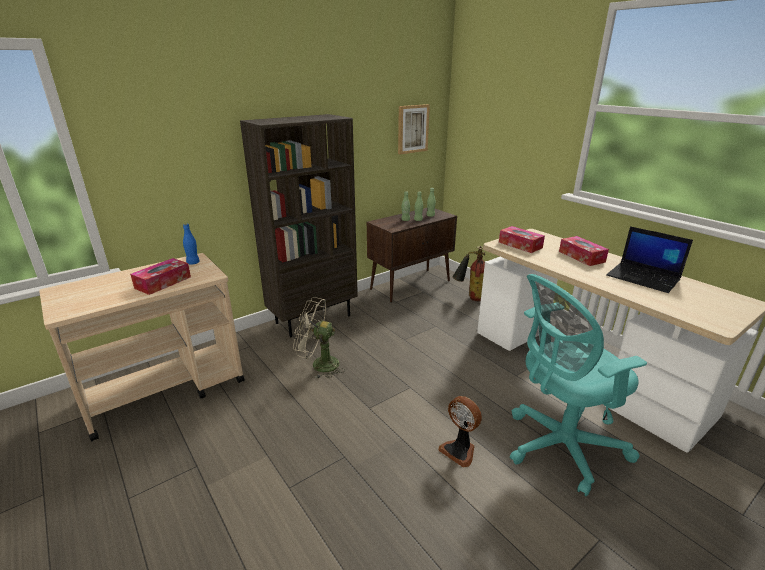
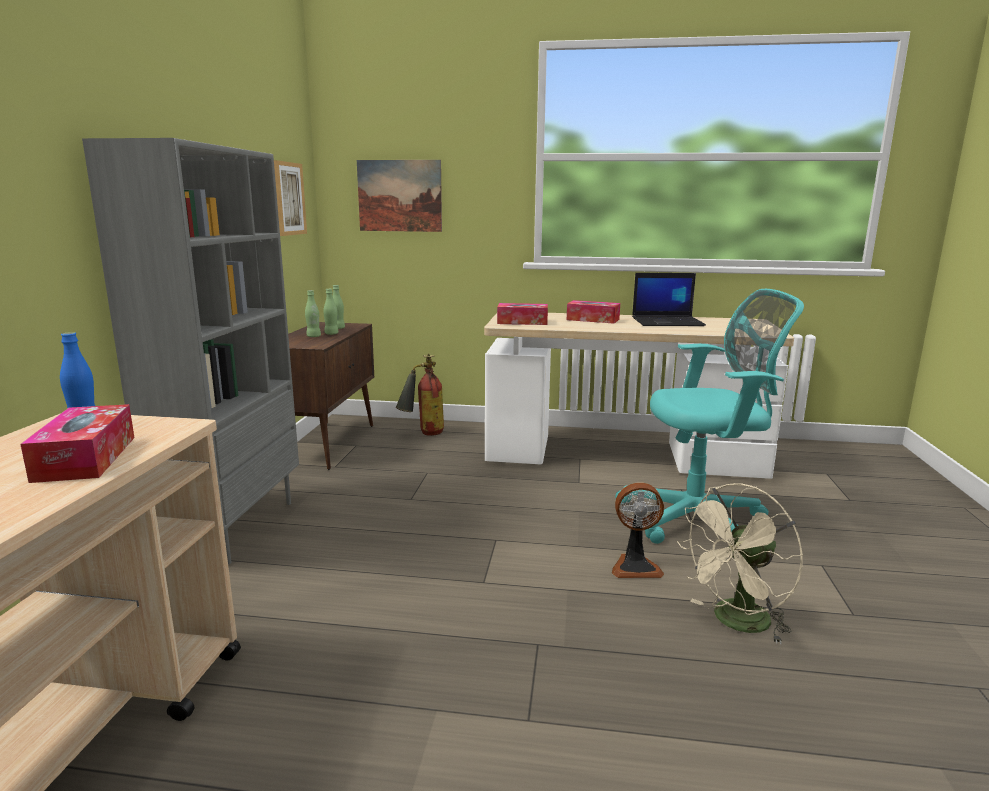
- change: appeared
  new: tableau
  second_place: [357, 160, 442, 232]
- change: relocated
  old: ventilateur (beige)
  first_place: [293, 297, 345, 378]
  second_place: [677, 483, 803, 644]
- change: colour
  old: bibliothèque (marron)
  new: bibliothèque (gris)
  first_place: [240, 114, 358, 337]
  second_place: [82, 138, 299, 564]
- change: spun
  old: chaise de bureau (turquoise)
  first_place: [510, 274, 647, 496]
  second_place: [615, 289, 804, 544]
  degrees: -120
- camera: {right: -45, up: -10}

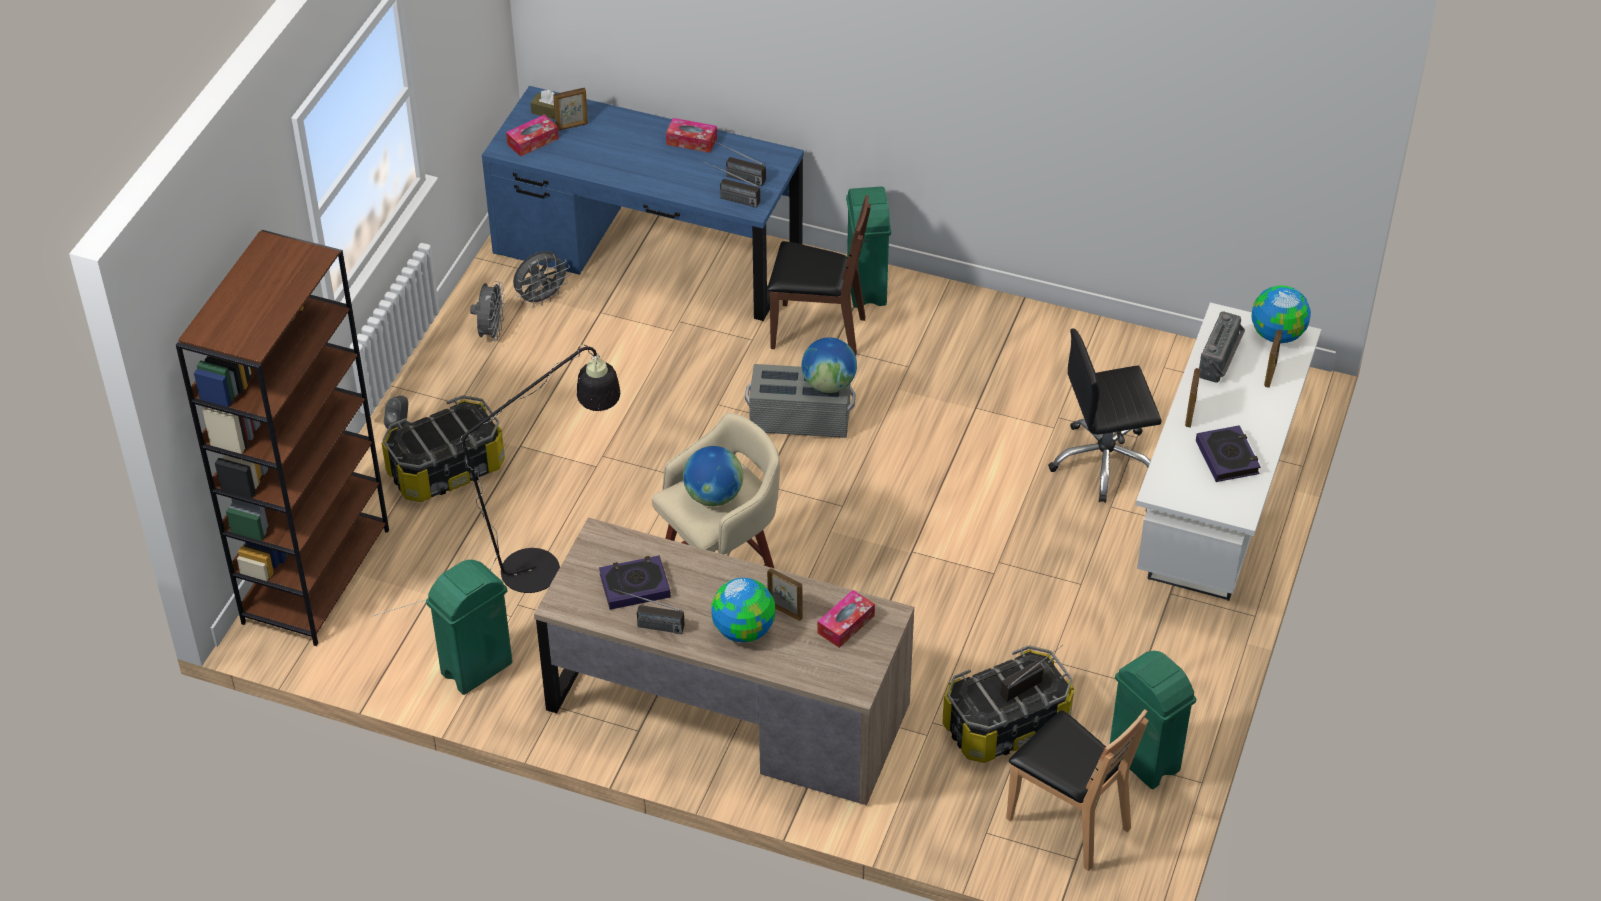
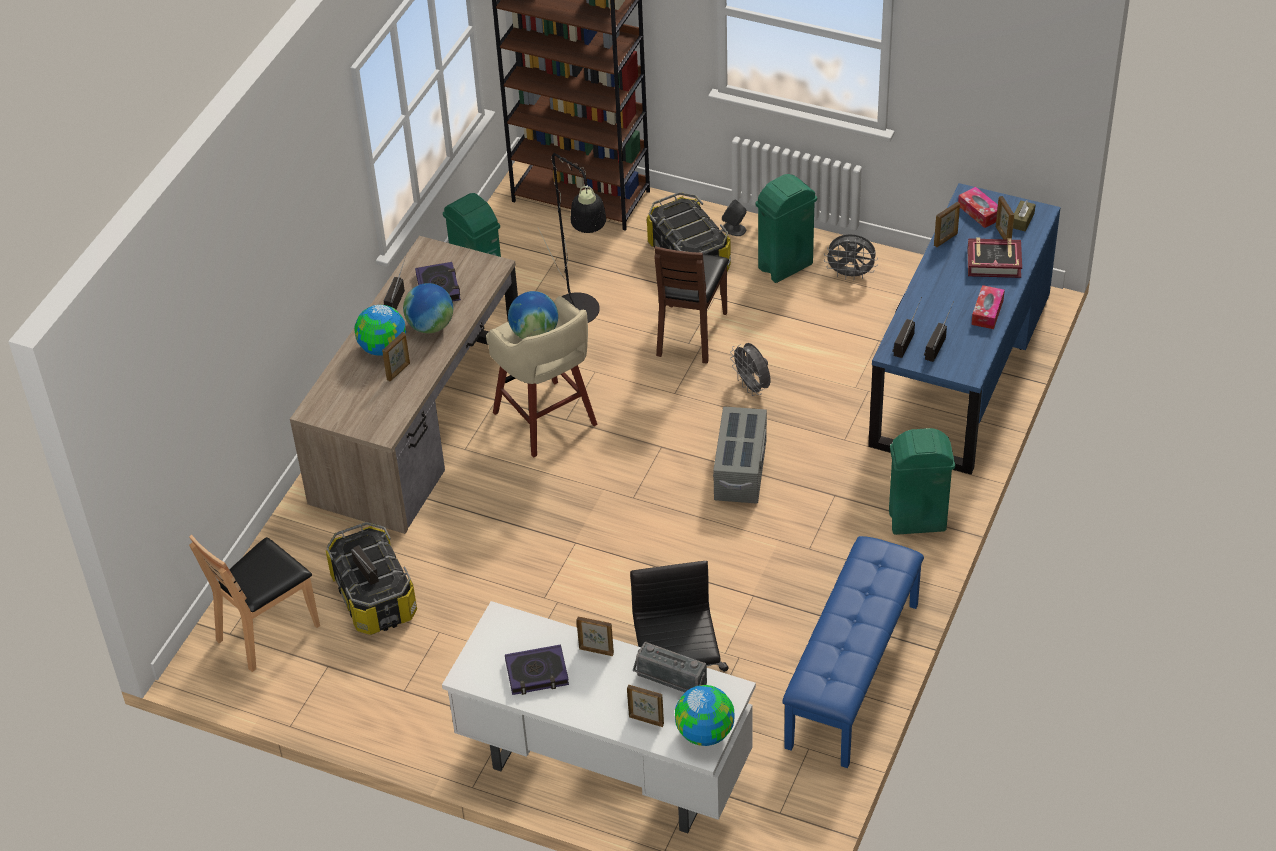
- change: missing
  old: boîte à mouchoirs
  first_place: [818, 590, 875, 648]
- change: appeared
  new: banc (bleu)
  second_place: [783, 536, 924, 768]
- change: appeared
  new: cadre photo
  second_place: [934, 202, 960, 247]
- change: appeared
  new: livre
  second_place: [968, 237, 1022, 278]
- change: relocated
  old: ventilateur (gris)
  first_place: [513, 251, 571, 307]
  second_place: [730, 343, 770, 396]
- change: relocated
  old: chaise (marron)
  first_place: [767, 195, 871, 356]
  second_place: [654, 246, 729, 363]
- change: relocated
  old: globe
  first_place: [802, 337, 857, 393]
  second_place: [403, 283, 453, 333]
- change: relocated
  old: poubelle (vert)
  first_place: [1110, 651, 1196, 789]
  second_place: [756, 174, 817, 283]
- camera: {right: 95, up: 0}

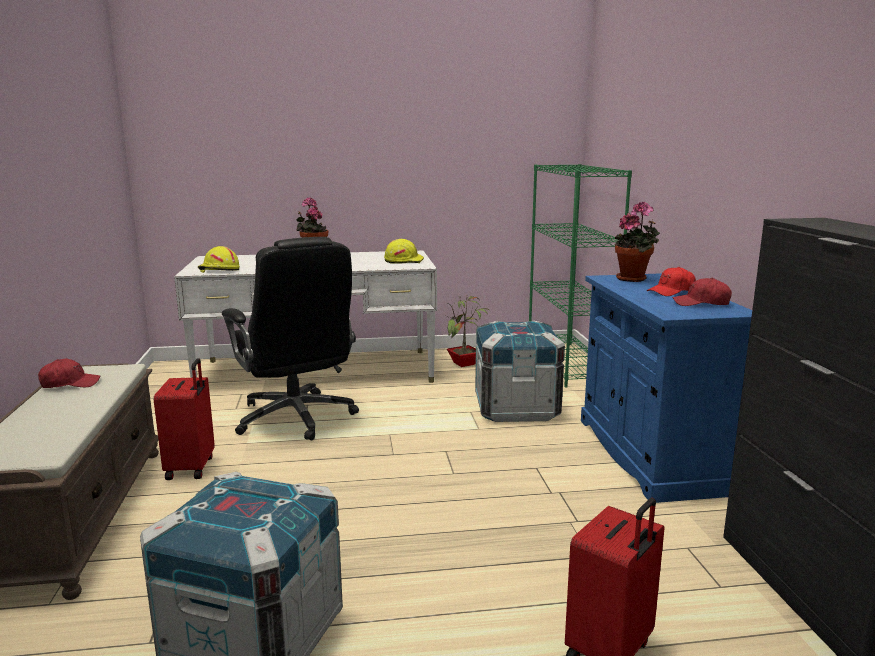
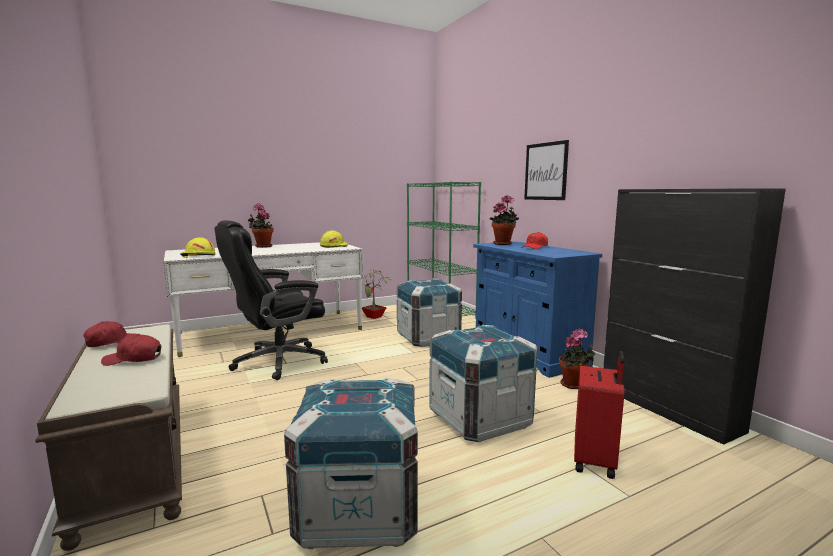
- change: missing
  old: valise (rouge)
  first_place: [154, 358, 215, 480]
- change: appeared
  new: caisse
  second_place: [429, 325, 537, 442]
- change: appeared
  new: tableau
  second_place: [524, 140, 569, 200]
- change: appeared
  new: plante en pot
  second_place: [559, 328, 595, 389]
- change: relocated
  old: casquette (rouge)
  first_place: [673, 278, 732, 306]
  second_place: [101, 335, 161, 366]
- change: spun
  old: chaise de bureau (noir)
  first_place: [222, 237, 359, 440]
  second_place: [215, 220, 328, 380]
  degrees: 105
- camera: {right: -20, up: -5}

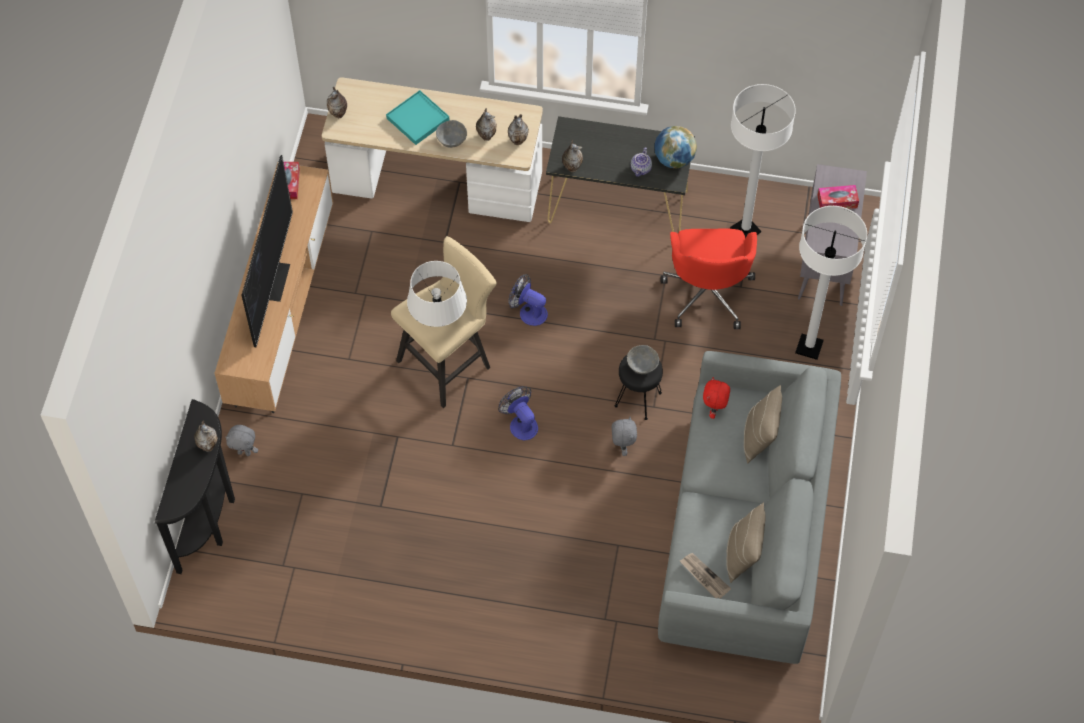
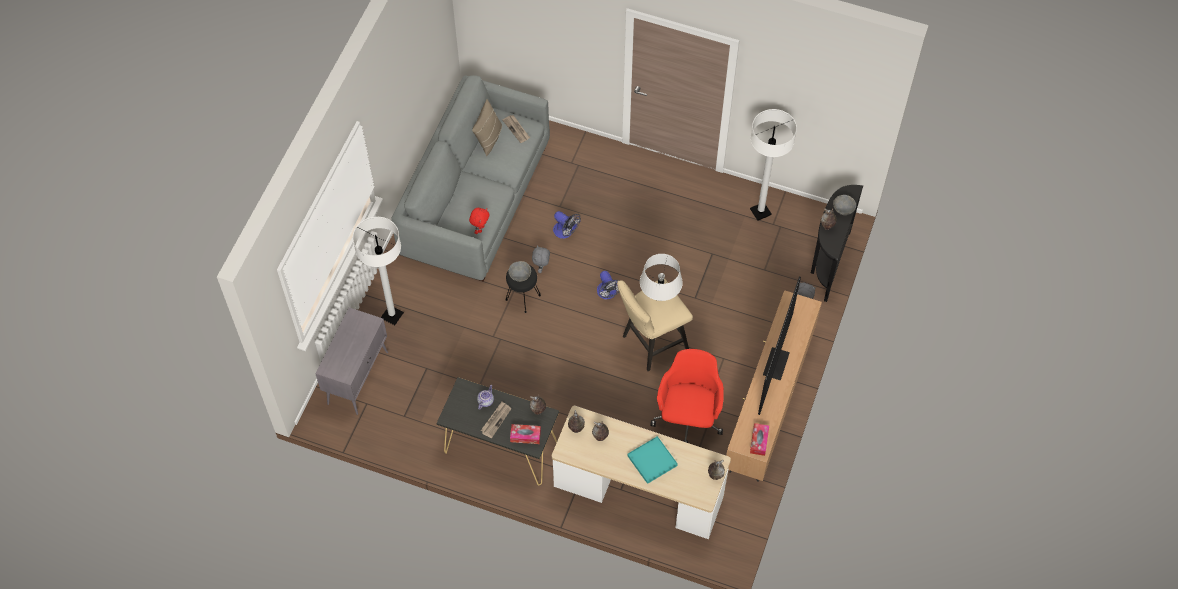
- change: missing
  old: globe
  first_place: [654, 126, 697, 168]
- change: missing
  old: coussin (beige)
  first_place: [744, 385, 782, 464]
- change: appeared
  new: journal
  second_place: [481, 402, 511, 439]
- change: relocated
  old: bol (gris)
  first_place: [436, 120, 467, 148]
  second_place: [833, 195, 856, 215]
- change: relocated
  old: ventilateur
  first_place: [508, 274, 548, 326]
  second_place: [553, 211, 581, 239]
- change: relocated
  old: chaise de bureau (rouge)
  first_place: [661, 229, 757, 329]
  second_place: [650, 349, 724, 443]
- change: relocated
  old: lampadaire (blanc)
  first_place: [730, 84, 796, 239]
  second_place: [750, 109, 797, 221]
- change: relocated
  old: boîte à mouchoirs
  first_place: [817, 185, 859, 209]
  second_place: [510, 424, 541, 444]
- camera: {right: -170, up: 0}

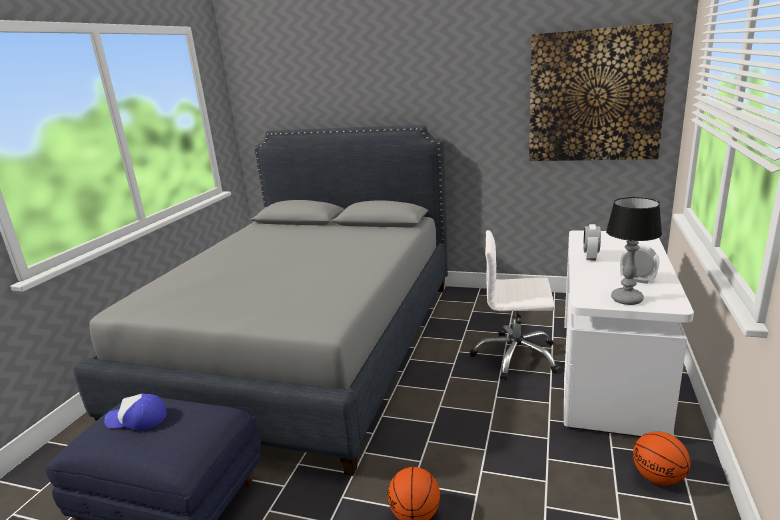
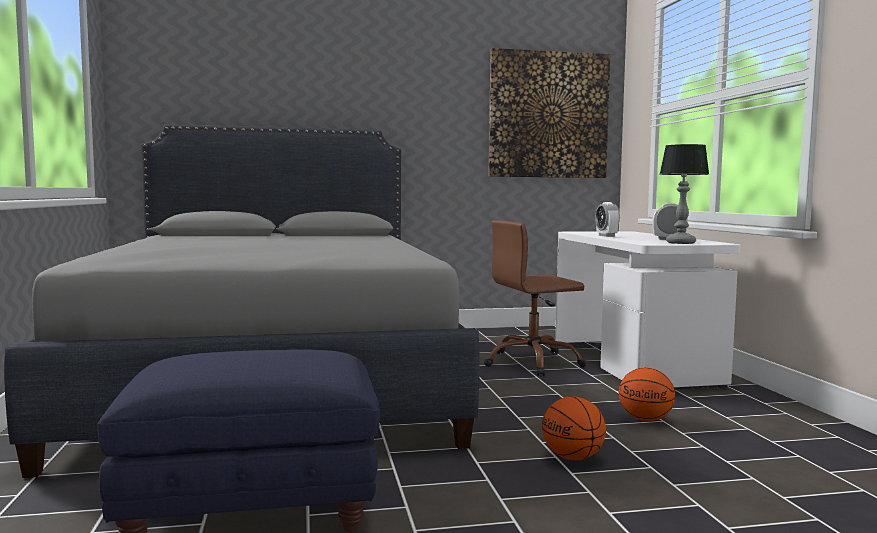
- change: missing
  old: casquette
  first_place: [104, 393, 167, 430]
- change: relocated
  old: ballon de basket
  first_place: [633, 432, 691, 485]
  second_place: [619, 368, 675, 421]
- change: colour
  old: chaise de bureau (blanc)
  new: chaise de bureau (marron)
  first_place: [470, 230, 560, 381]
  second_place: [484, 220, 586, 376]
- camera: {right: -30, up: -15}

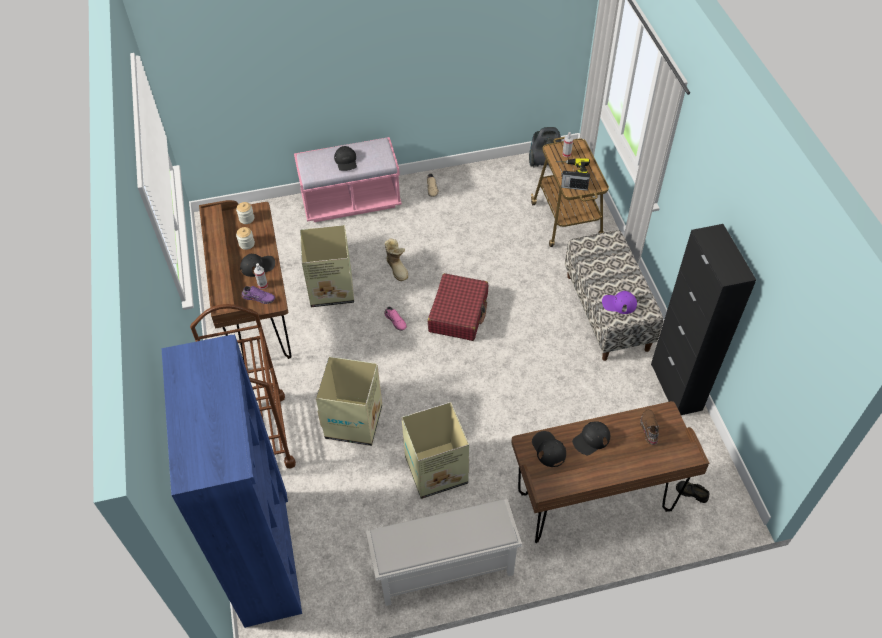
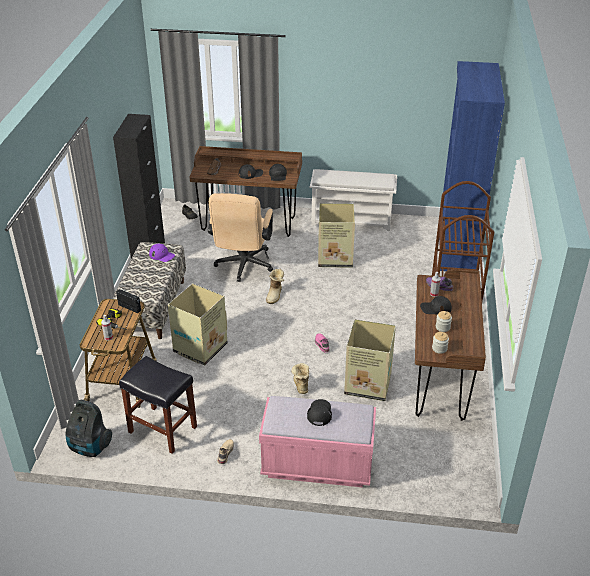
- change: missing
  old: valise (rouge)
  first_place: [428, 273, 488, 341]
- change: appeared
  new: tabouret (noir)
  second_place: [119, 356, 197, 454]
- change: appeared
  new: chaise de bureau (beige)
  second_place: [208, 193, 273, 282]
- change: appeared
  new: botte
  second_place: [266, 269, 284, 304]
- change: relocated
  old: carton
  first_place: [316, 357, 382, 446]
  second_place: [168, 283, 227, 366]
- camera: {right: -160, up: -15}

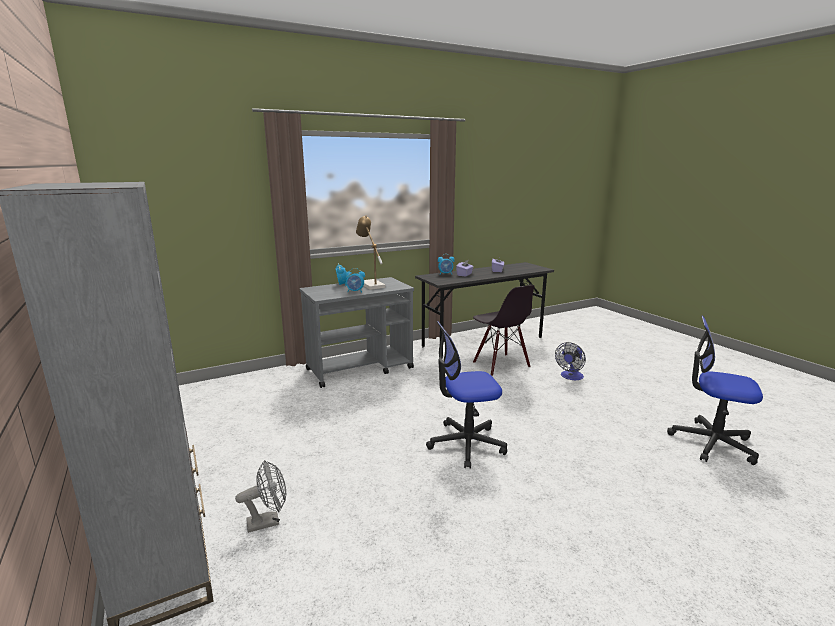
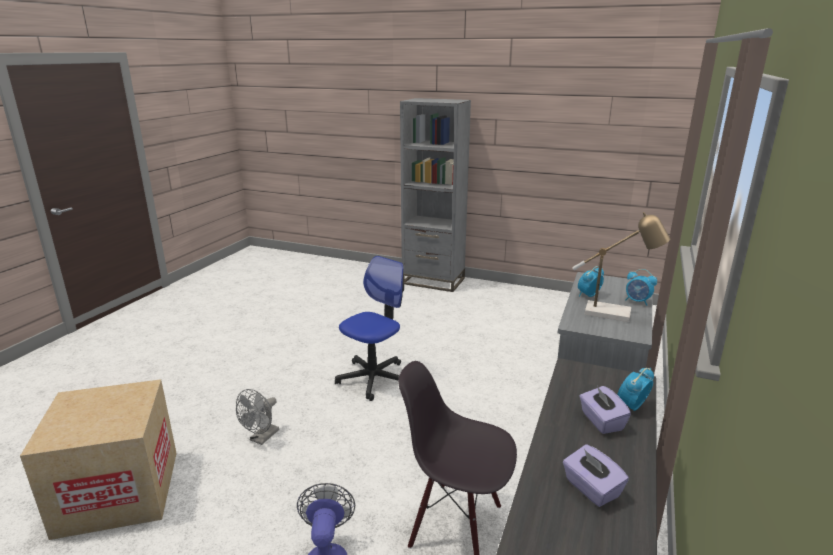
- change: relocated
  old: ventilateur (gris)
  first_place: [235, 460, 286, 533]
  second_place: [236, 389, 279, 445]
- change: exchanged
  old: chaise de bureau
  new: carton
  first_place: [667, 315, 763, 465]
  second_place: [20, 379, 177, 540]
- camera: {right: 140, up: 5}

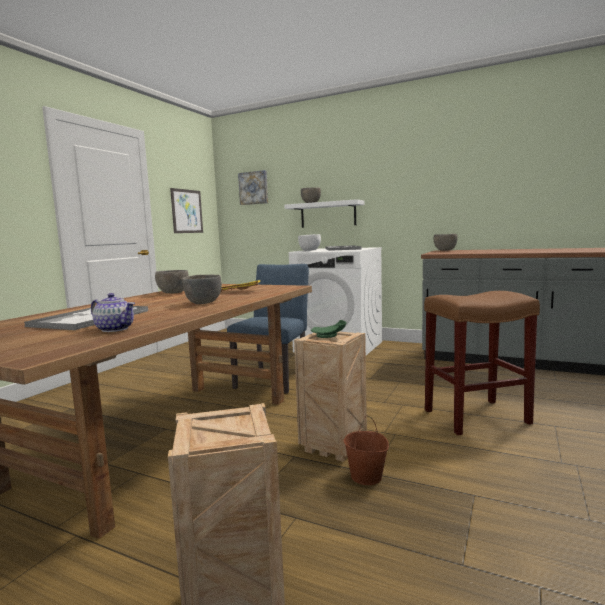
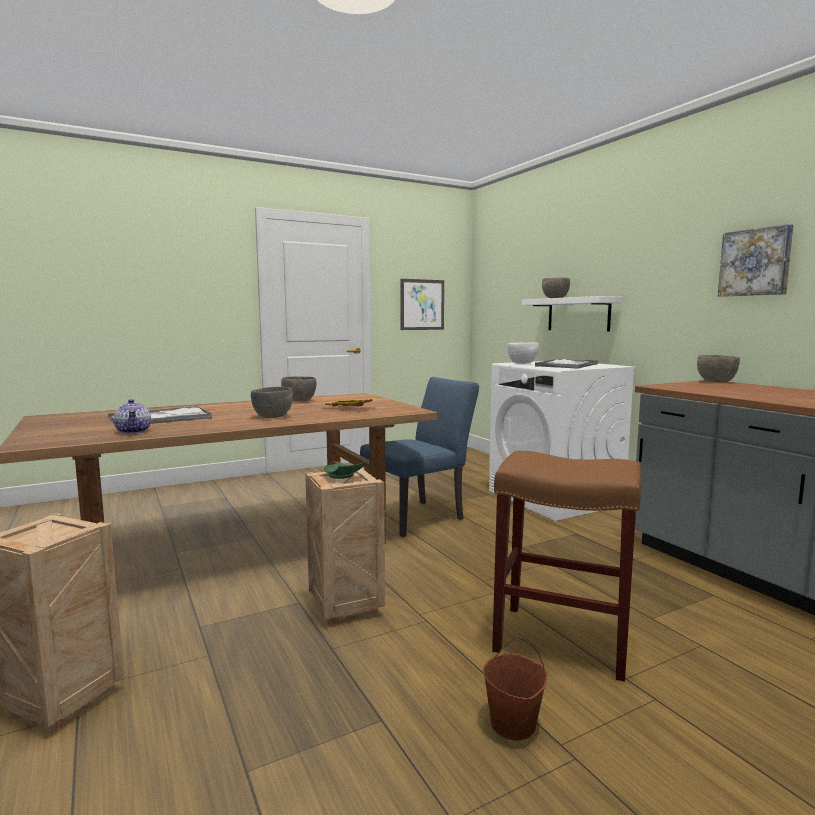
- change: relocated
  old: tableau
  first_place: [238, 170, 268, 205]
  second_place: [718, 224, 793, 297]
- change: relocated
  old: seau (marron)
  first_place: [343, 415, 389, 485]
  second_place: [483, 637, 547, 741]
- camera: {right: 35, up: 0}

